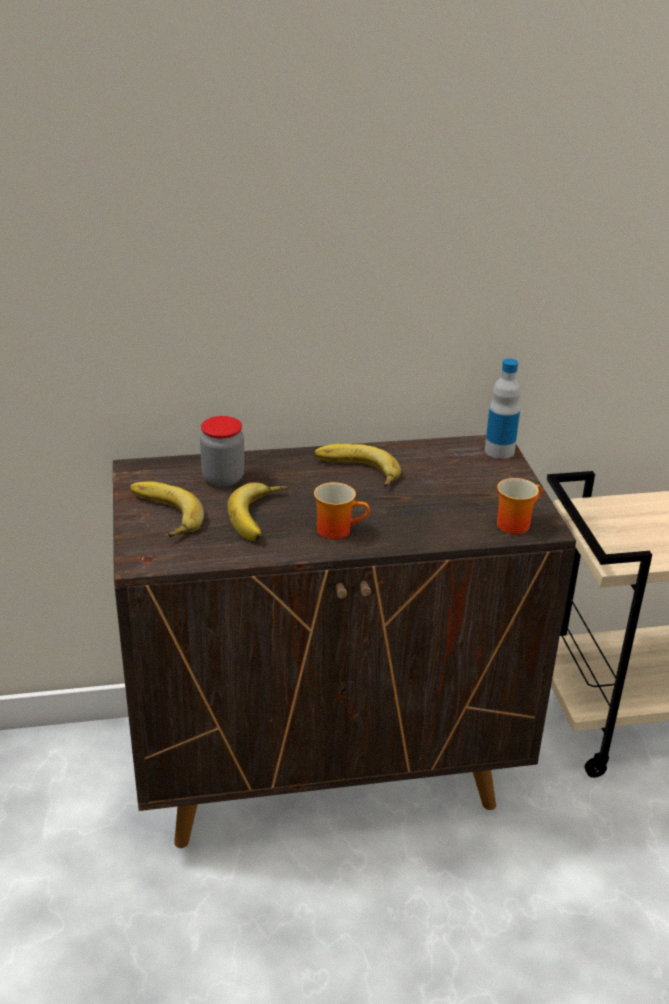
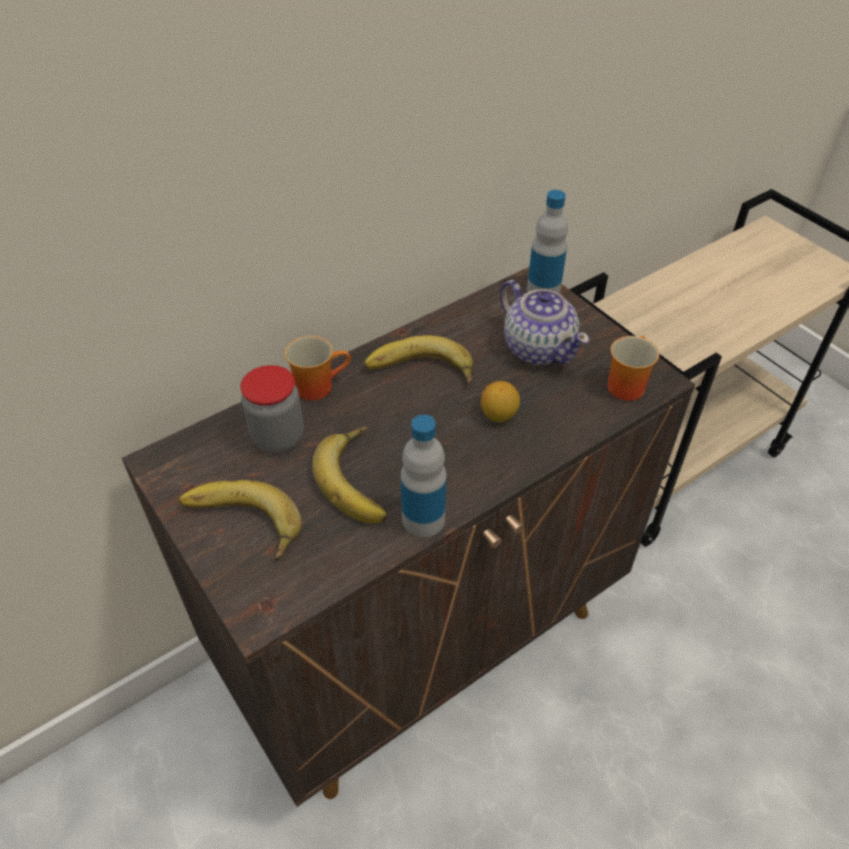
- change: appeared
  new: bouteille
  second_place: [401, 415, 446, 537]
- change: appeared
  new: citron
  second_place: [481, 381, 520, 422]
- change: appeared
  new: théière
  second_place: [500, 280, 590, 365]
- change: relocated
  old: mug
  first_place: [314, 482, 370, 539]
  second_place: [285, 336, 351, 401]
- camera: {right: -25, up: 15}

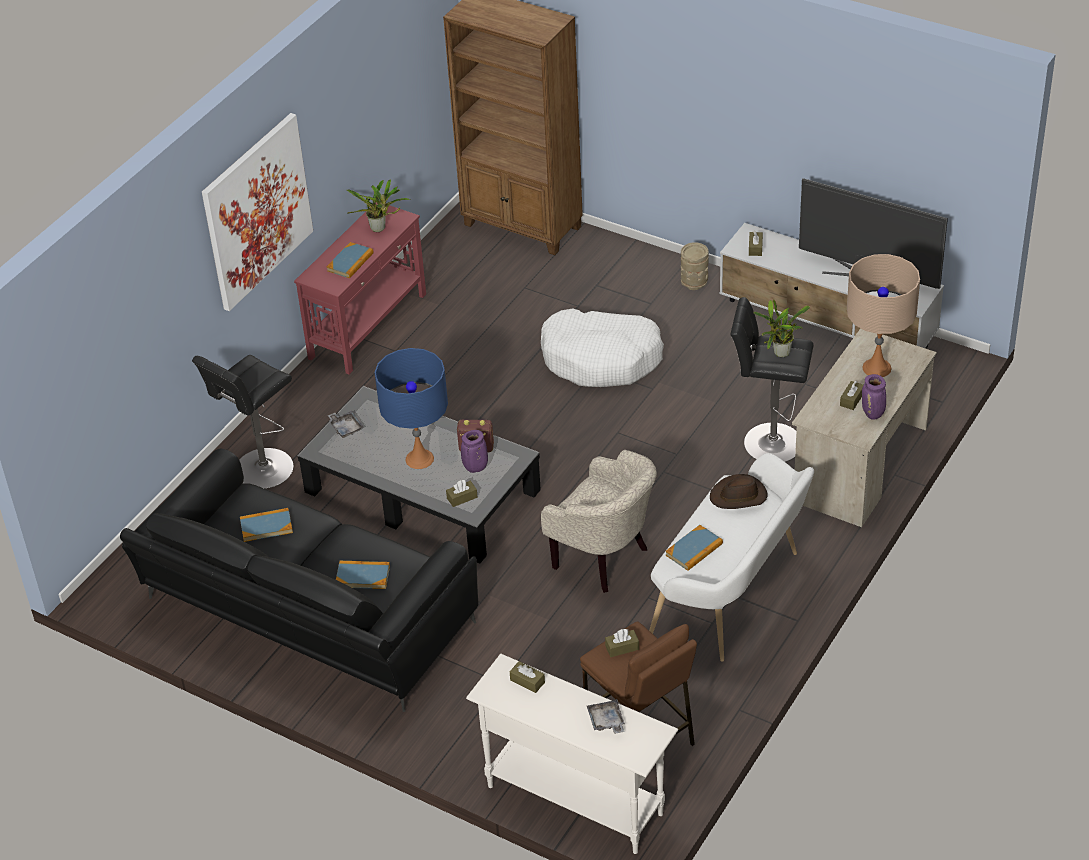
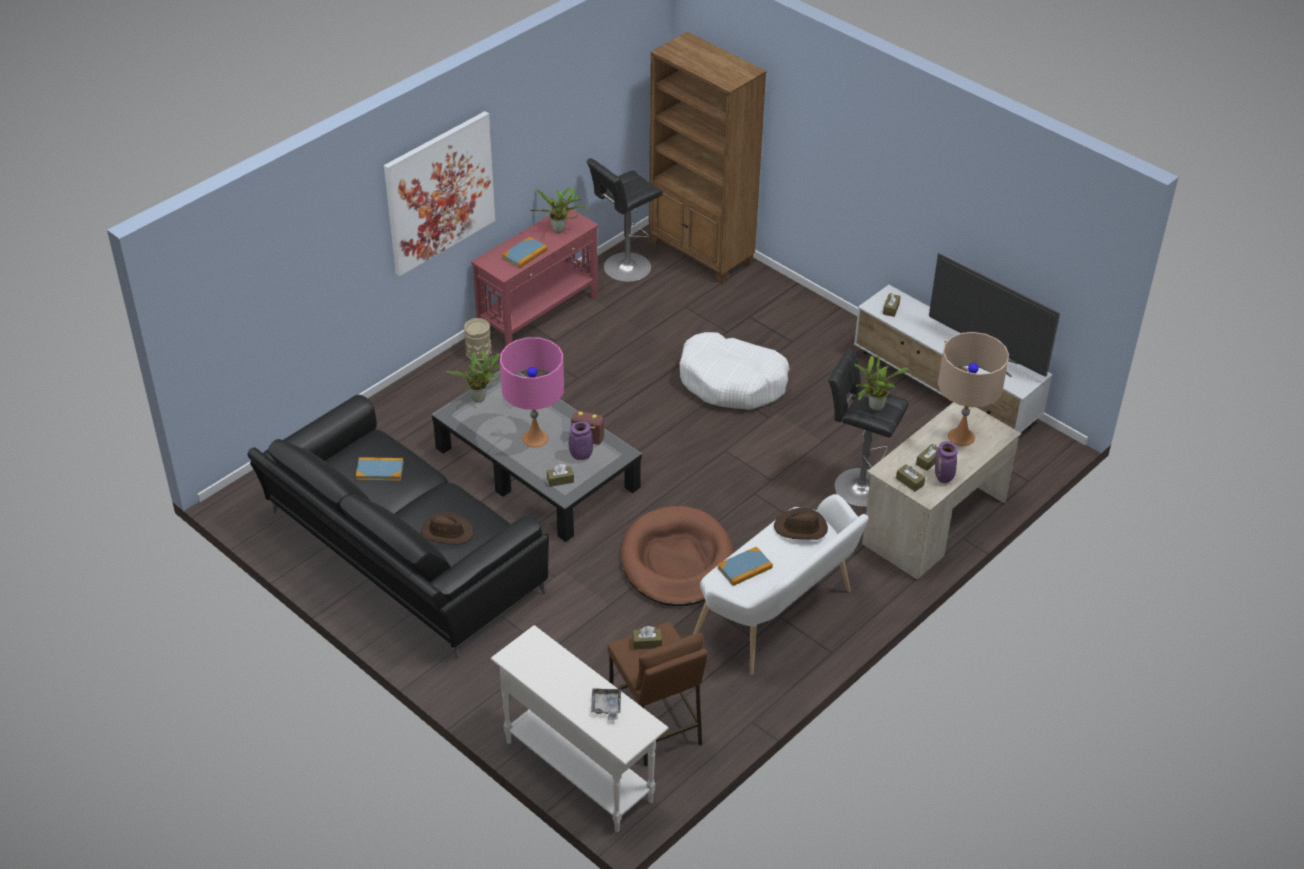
- change: relocated
  old: tabouret (noir)
  first_place: [192, 355, 294, 489]
  second_place: [586, 158, 663, 282]
- change: relocated
  old: boîte à mouchoirs (marron)
  first_place: [510, 661, 545, 693]
  second_place: [896, 464, 925, 492]
- change: relocated
  old: vase (beige)
  first_place: [681, 242, 709, 290]
  second_place: [464, 318, 492, 362]
- change: exchanged
  old: plateau (gris)
  new: plante en pot
  first_place: [328, 411, 363, 438]
  second_place: [446, 350, 501, 402]
- change: exchanged
  old: livre
  new: chapeau (marron)
  first_place: [336, 561, 390, 589]
  second_place: [421, 511, 474, 545]
- change: exchanged
  old: fauteuil (beige)
  new: panier pour chien (marron)
  first_place: [541, 450, 657, 593]
  second_place: [621, 506, 733, 606]
- change: colour
  old: lampe de table (bleu)
  new: lampe de table (rose)
  first_place: [374, 348, 448, 469]
  second_place: [500, 337, 564, 447]
- camera: {right: 10, up: 0}

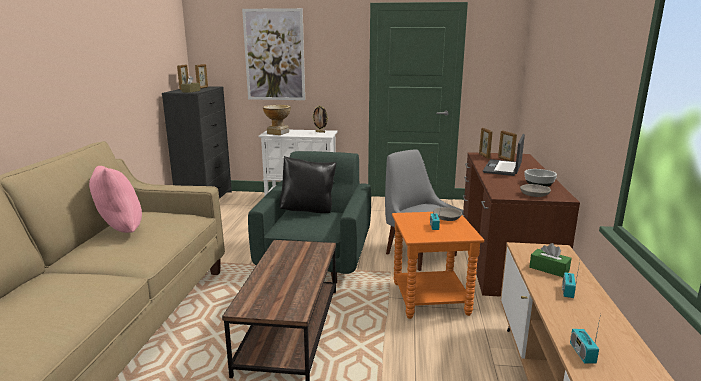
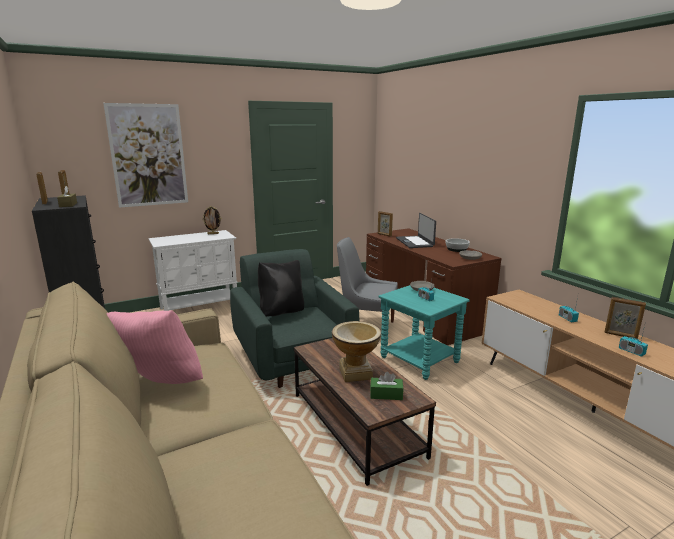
- change: relocated
  old: vase
  first_place: [263, 105, 291, 135]
  second_place: [332, 321, 381, 382]
- change: relocated
  old: cadre photo
  first_place: [498, 131, 517, 161]
  second_place: [604, 297, 646, 339]
- change: relocated
  old: boîte à mouchoirs (vert)
  first_place: [529, 243, 572, 277]
  second_place: [370, 371, 403, 400]
- change: colour
  old: table d'appoint (orange)
  new: table d'appoint (turquoise)
  first_place: [392, 212, 484, 319]
  second_place: [379, 285, 470, 380]
- camera: {right: -35, up: 0}

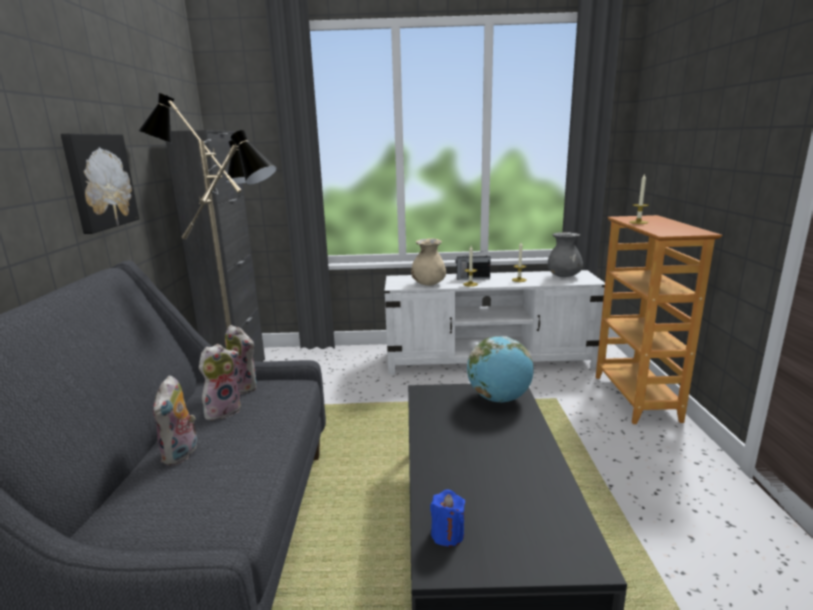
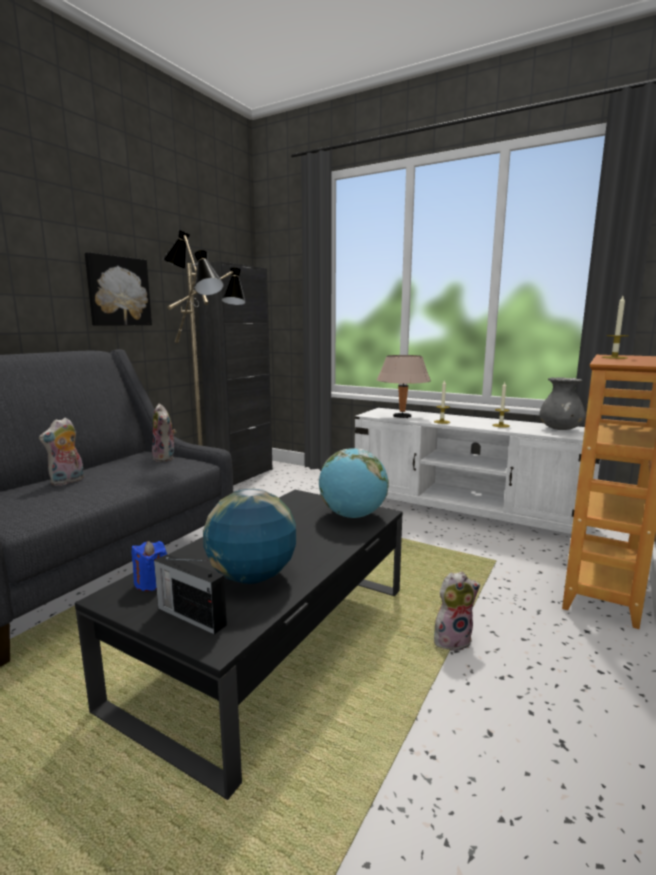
- change: appeared
  new: globe
  second_place: [203, 489, 296, 584]
- change: relocated
  old: peluche
  first_place: [199, 344, 241, 420]
  second_place: [434, 572, 480, 651]
- change: relocated
  old: radio
  first_place: [455, 250, 491, 280]
  second_place: [154, 554, 227, 634]
- change: exchanged
  old: vase (beige)
  new: lampe de table (beige)
  first_place: [411, 238, 446, 286]
  second_place: [377, 355, 431, 418]
- camera: {right: 30, up: -5}

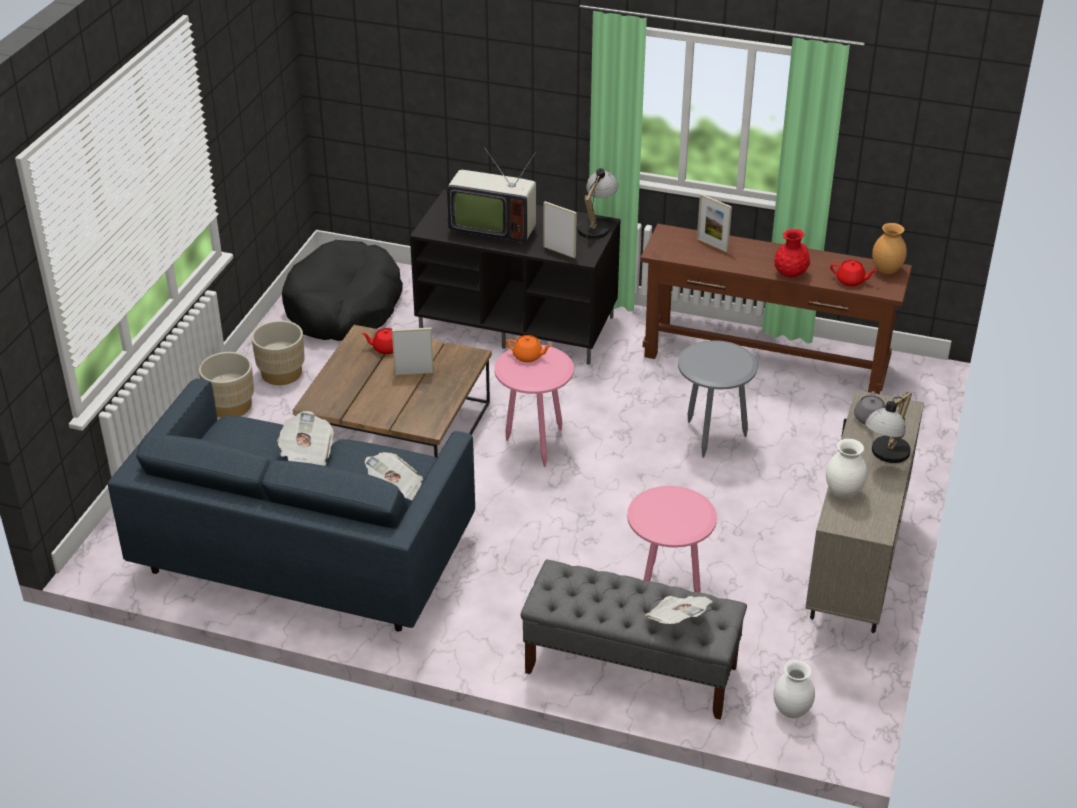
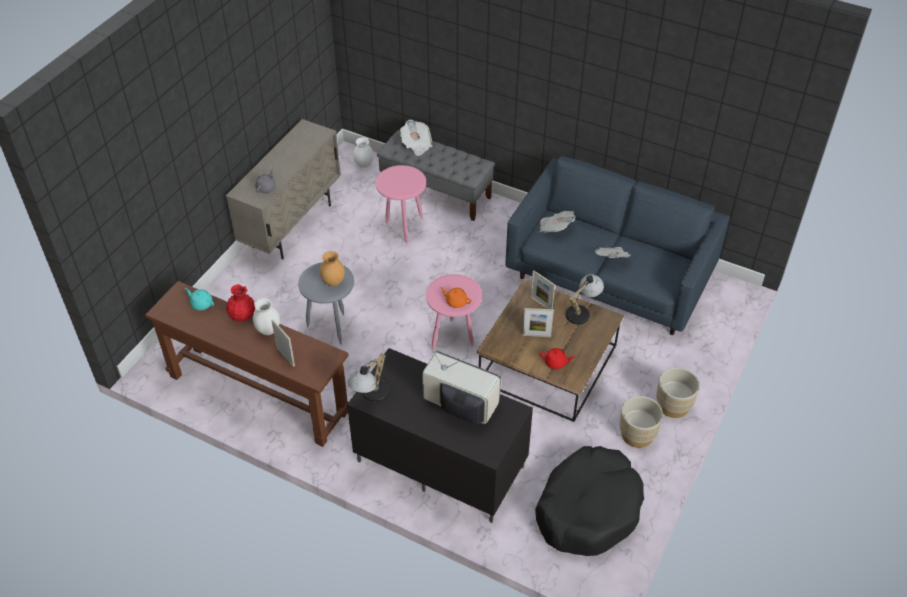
- change: relocated
  old: cadre photo
  first_place: [543, 201, 577, 258]
  second_place: [530, 270, 555, 309]
- change: relocated
  old: vase (blanc)
  first_place: [826, 439, 867, 499]
  second_place: [253, 298, 280, 335]
- change: relocated
  old: lampe de table
  first_place: [865, 392, 912, 463]
  second_place: [565, 274, 604, 326]
- change: relocated
  old: vase (marron)
  first_place: [872, 223, 907, 275]
  second_place: [320, 251, 345, 286]
- change: colour
  old: théière (rouge)
  new: théière (turquoise)
  first_place: [830, 260, 877, 286]
  second_place: [185, 288, 214, 310]
- camera: {right: -170, up: 10}

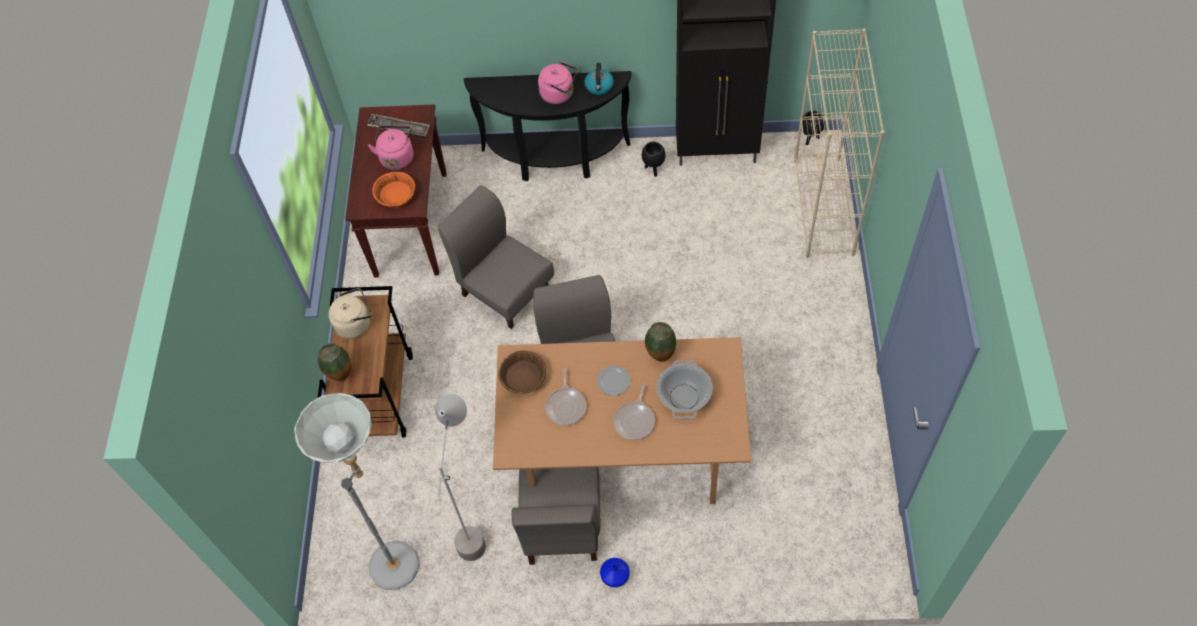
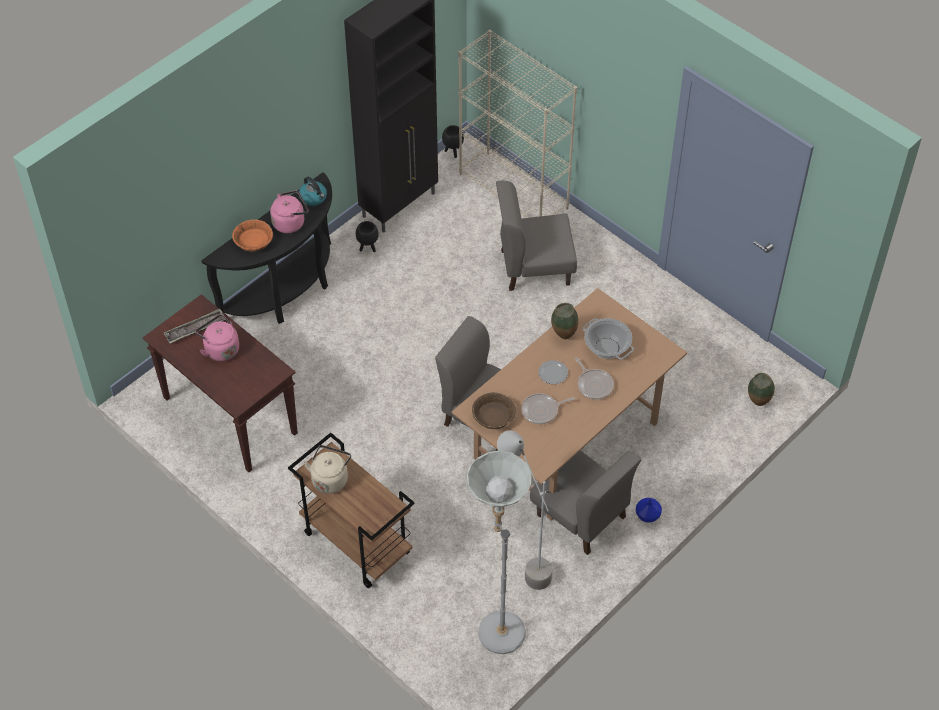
- change: relocated
  old: vase
  first_place: [318, 343, 351, 381]
  second_place: [748, 373, 775, 406]
- change: relocated
  old: bol (orange)
  first_place: [372, 171, 416, 208]
  second_place: [232, 219, 273, 251]
- change: relocated
  old: chaise (gris)
  first_place: [438, 185, 554, 329]
  second_place: [496, 181, 577, 291]
- change: spun
  old: poêle
  first_place: [545, 368, 587, 425]
  second_place: [521, 393, 575, 424]
  degrees: 120
- camera: {right: -50, up: -5}

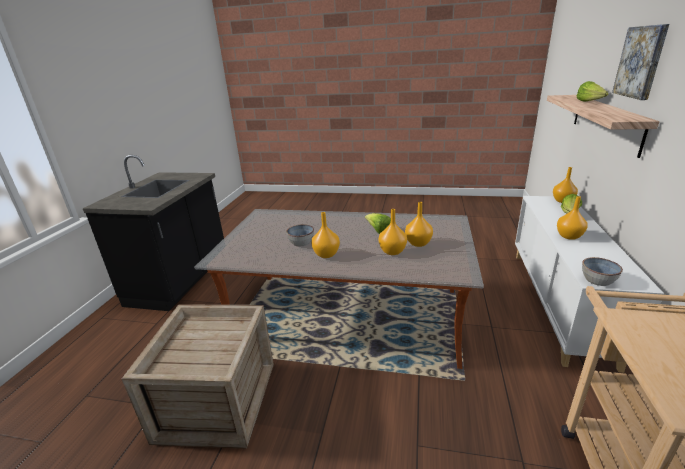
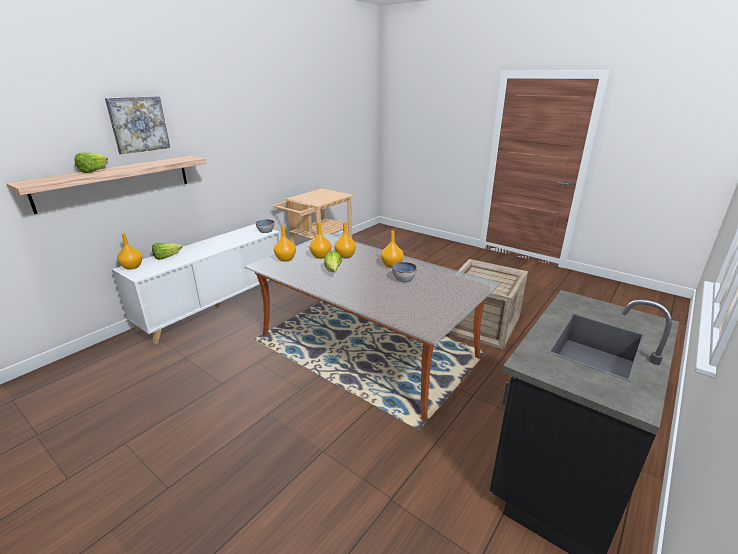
- change: relocated
  old: vase (orange)
  first_place: [557, 196, 587, 240]
  second_place: [274, 225, 296, 262]
- camera: {right: -155, up: 0}

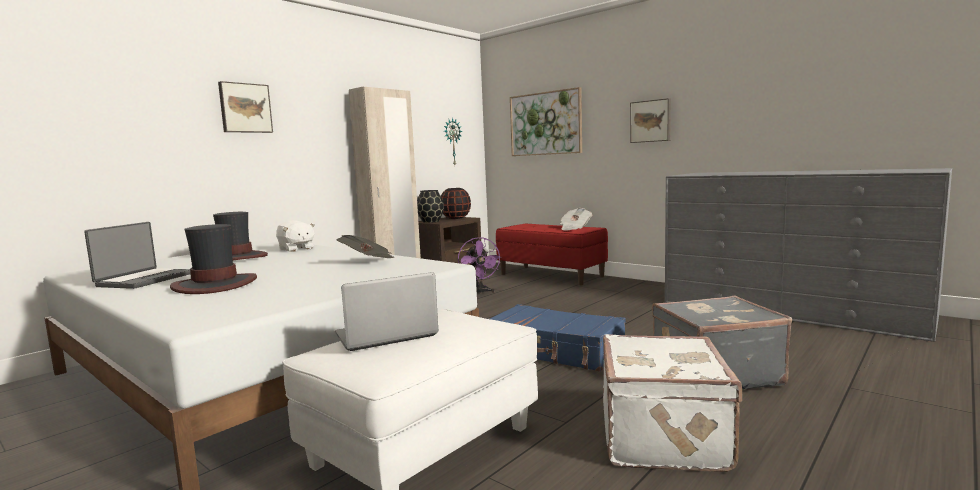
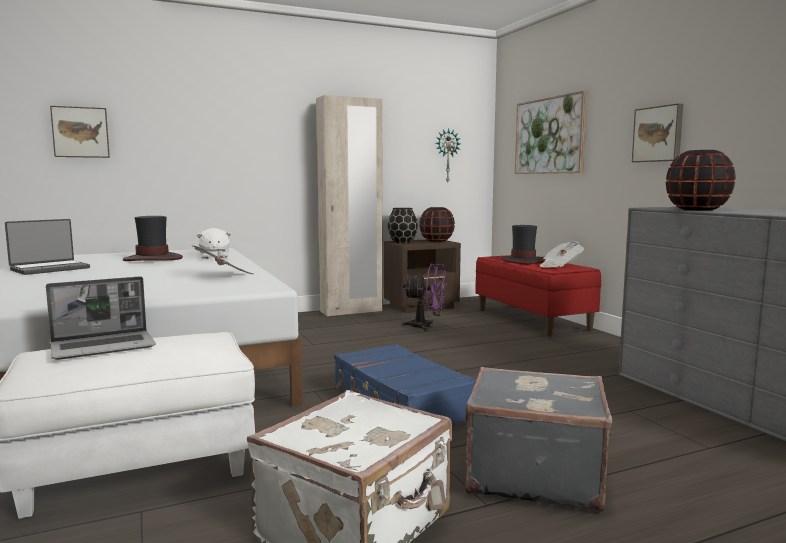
- change: appeared
  new: vase (noir)
  second_place: [666, 150, 736, 210]
- change: relocated
  old: chapeau
  first_place: [170, 224, 257, 294]
  second_place: [500, 225, 546, 264]
- change: relocated
  old: tableau
  first_place: [218, 81, 273, 133]
  second_place: [50, 106, 110, 158]
- change: spun
  old: ordinateur portable
  first_place: [335, 272, 438, 351]
  second_place: [46, 276, 156, 360]
  degrees: 150
- change: spun
  old: ventilateur (violet)
  first_place: [458, 237, 501, 294]
  second_place: [402, 263, 446, 331]
  degrees: -90
- camera: {right: 25, up: 0}

